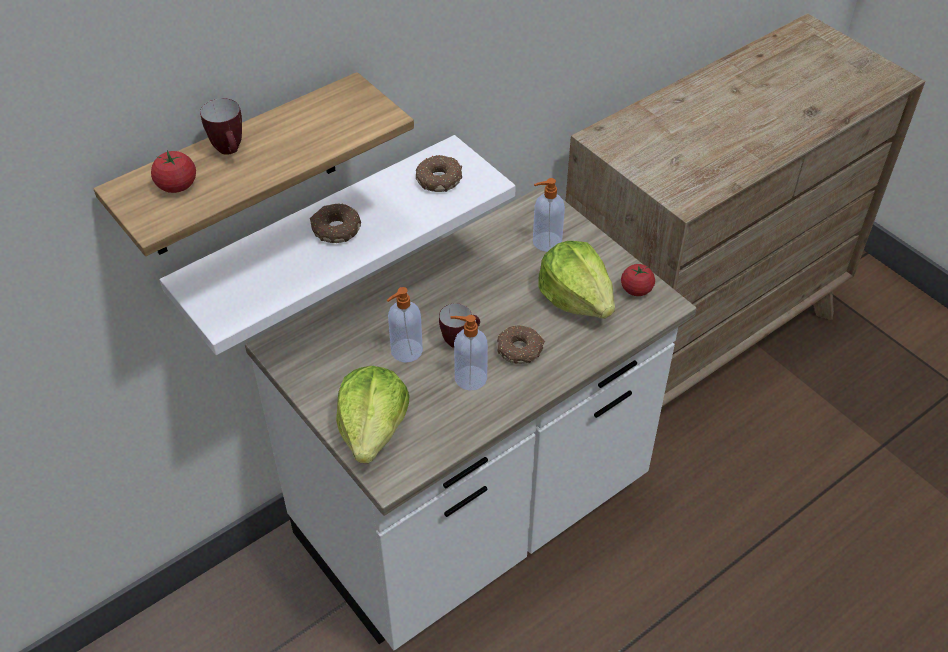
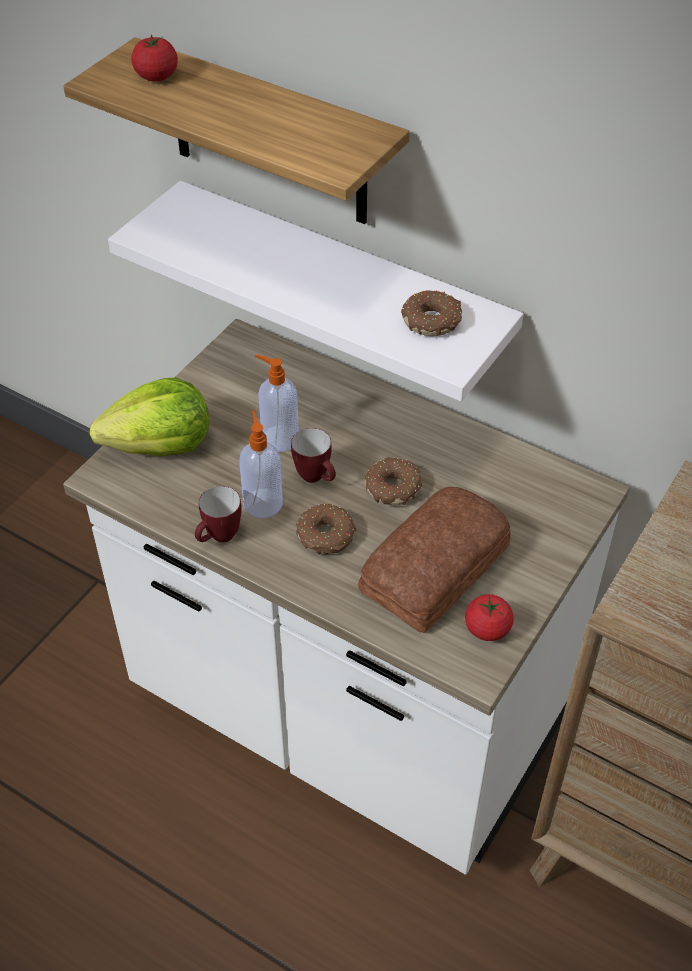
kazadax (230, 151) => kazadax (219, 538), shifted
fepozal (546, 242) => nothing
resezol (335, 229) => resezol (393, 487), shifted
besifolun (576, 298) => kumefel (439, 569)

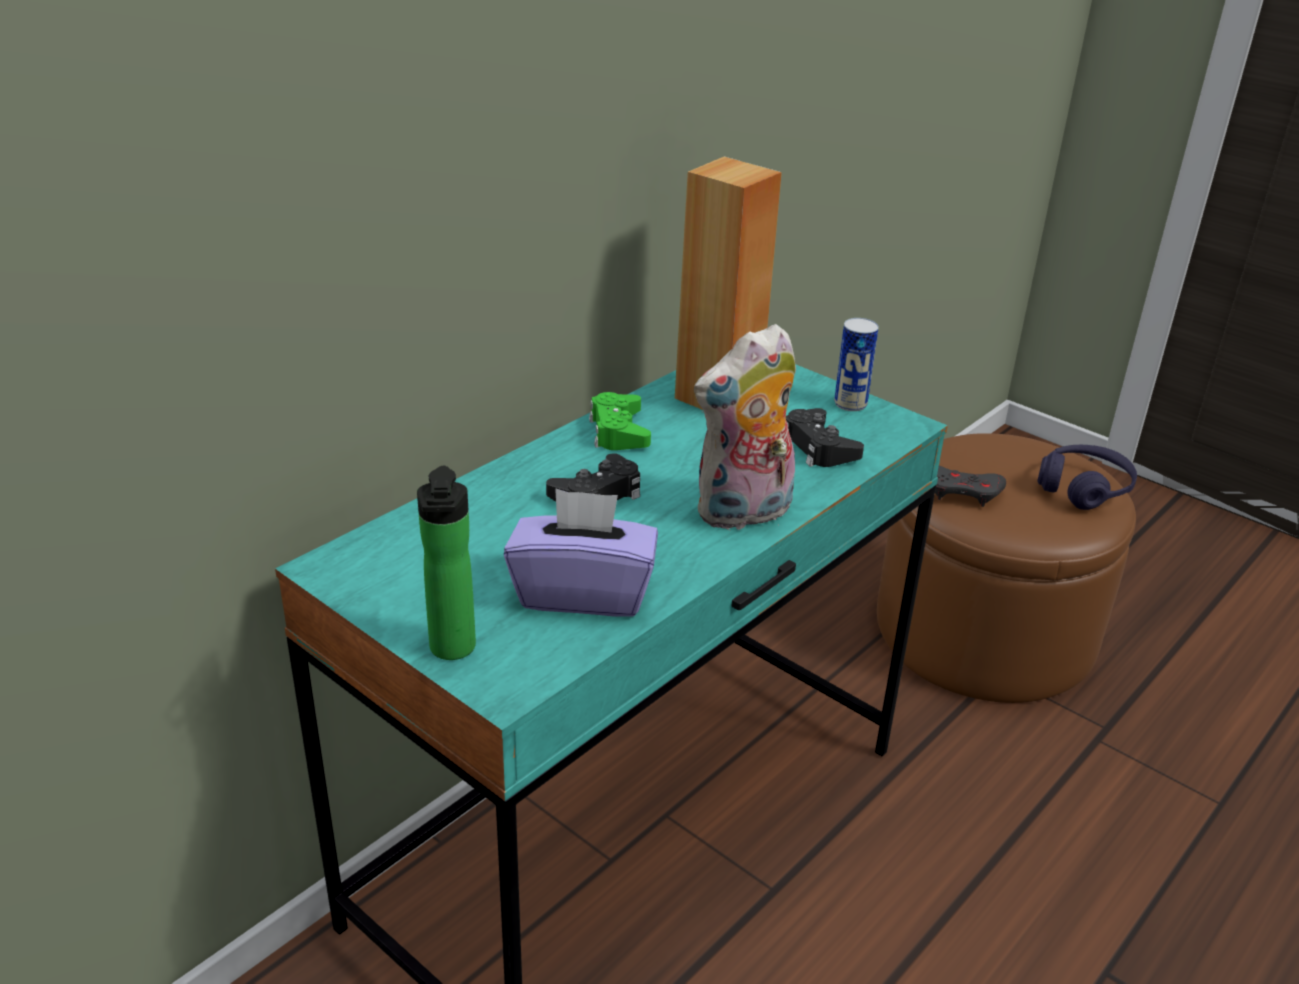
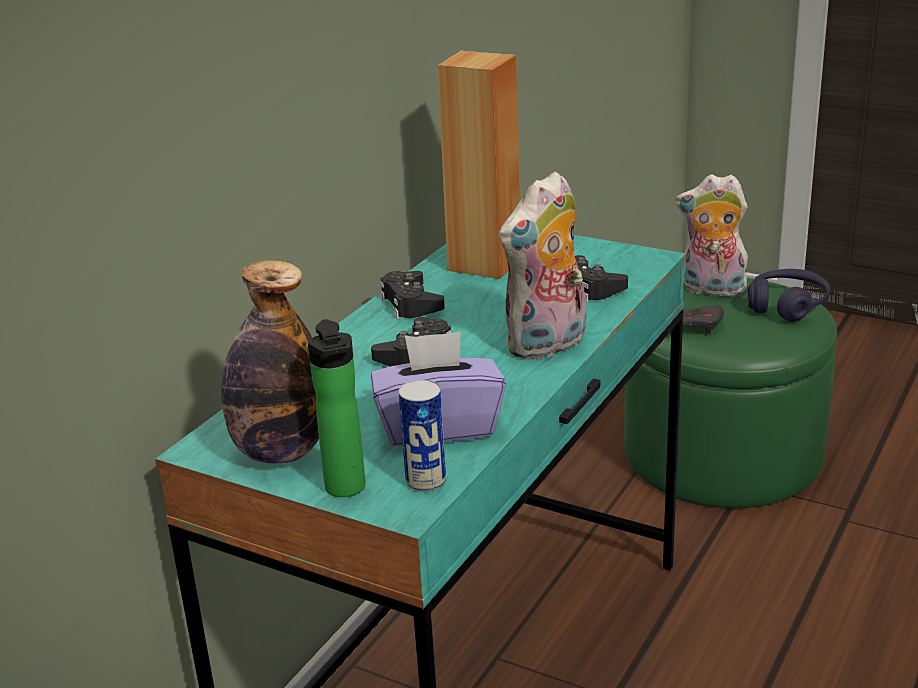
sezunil (850, 404) => sezunil (425, 481), shifted
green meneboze (618, 431) => black meneboze (411, 303)
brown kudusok (984, 631) => green kudusok (722, 453)
nothing => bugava (711, 290)
nothing => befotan (280, 451)

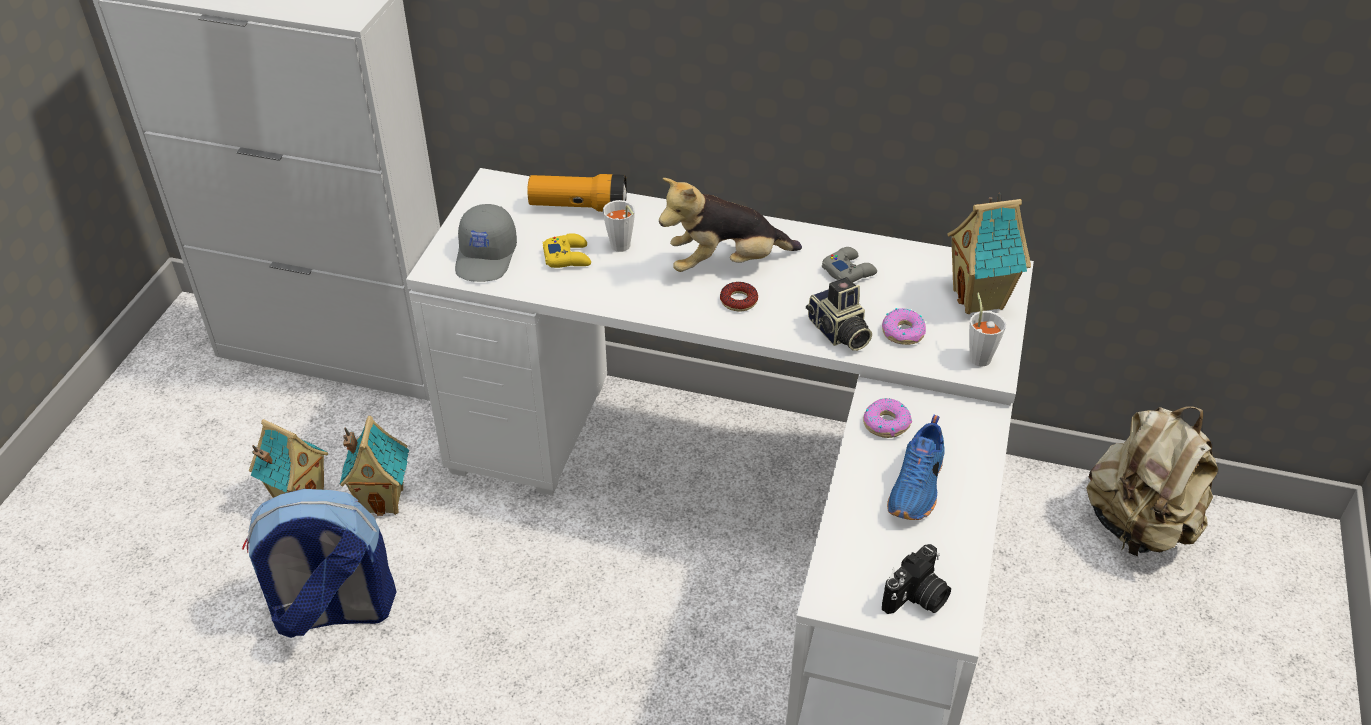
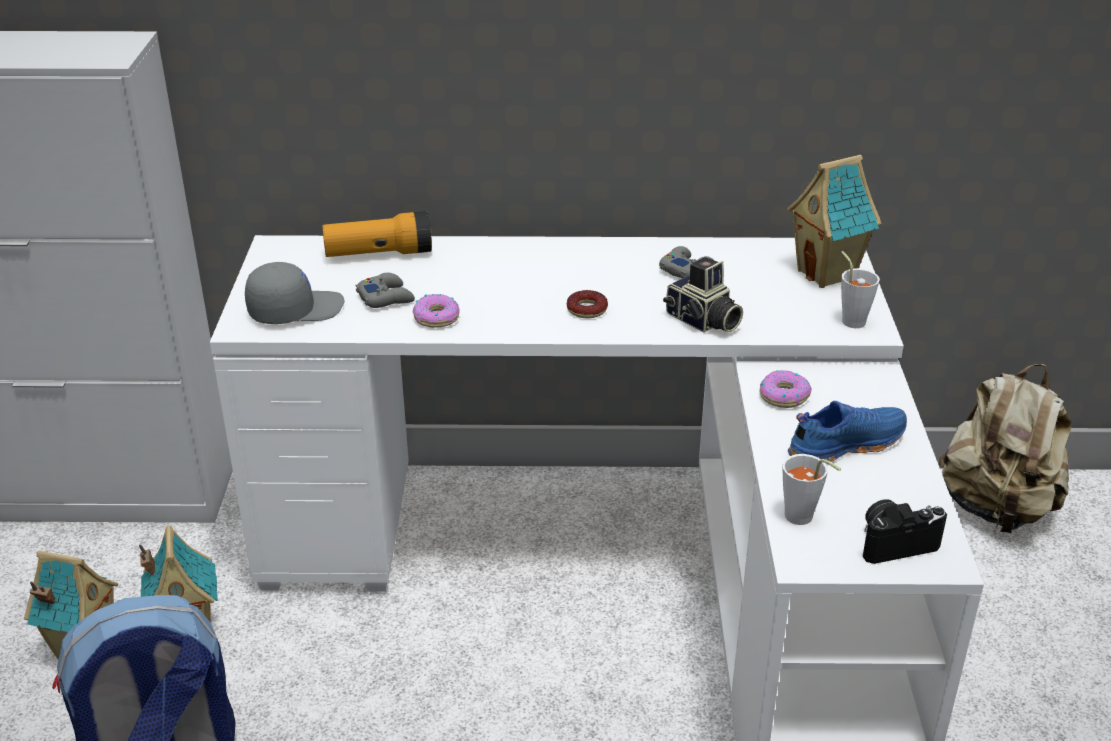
bugava (725, 264) => nothing
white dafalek (622, 248) => white dafalek (803, 519), shifted
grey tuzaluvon (487, 257) => grey tuzaluvon (295, 309), 105 degrees counterclockwise
yellow meneboze (567, 257) => grey meneboze (386, 297)
resezol (903, 332) => resezol (437, 317), shifted
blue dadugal (918, 487) => blue dadugal (844, 445), 120 degrees counterclockwise
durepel (917, 598) => durepel (894, 543), 135 degrees counterclockwise

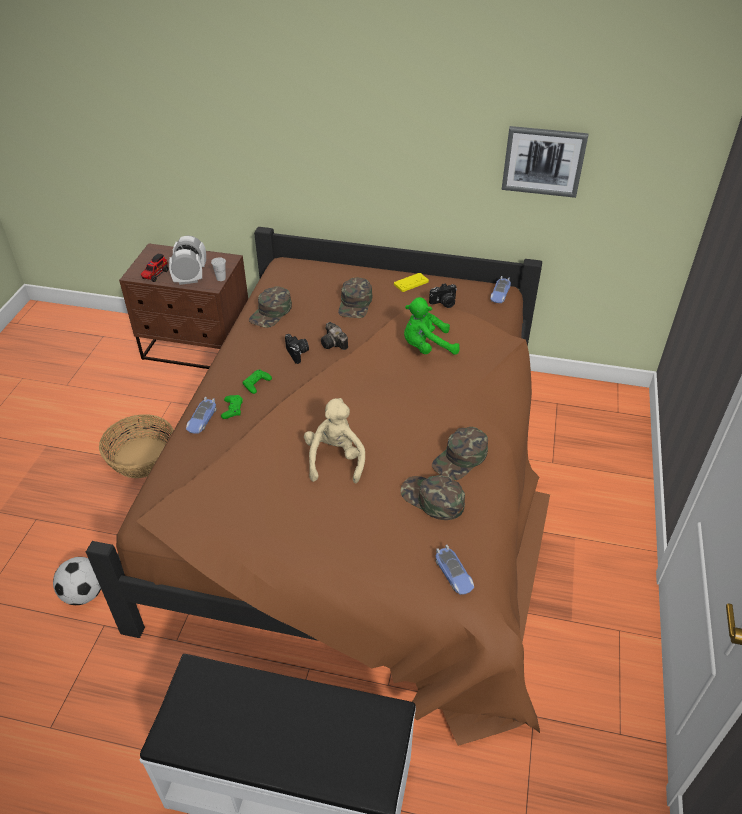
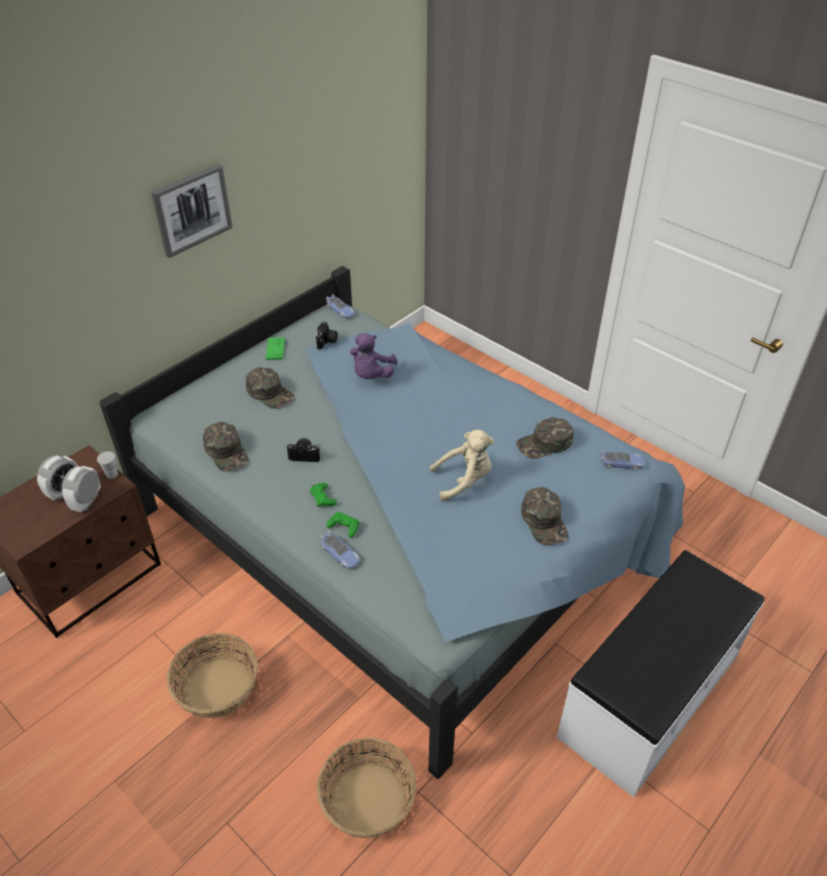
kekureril (543, 161) => kekureril (192, 209), shifted
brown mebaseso (364, 495) => blue mebaseso (403, 531)
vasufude (155, 275) => nothing
yellow meneboze (411, 283) => green meneboze (275, 349)
green bugava (426, 347) => purple bugava (372, 375)
durepel (334, 344) => nothing
beige bugava (335, 459) => beige bugava (464, 480), 135 degrees clockwise
green tuzaluvon (460, 459) => green tuzaluvon (544, 521), shifted
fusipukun (84, 594) => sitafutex (367, 800)

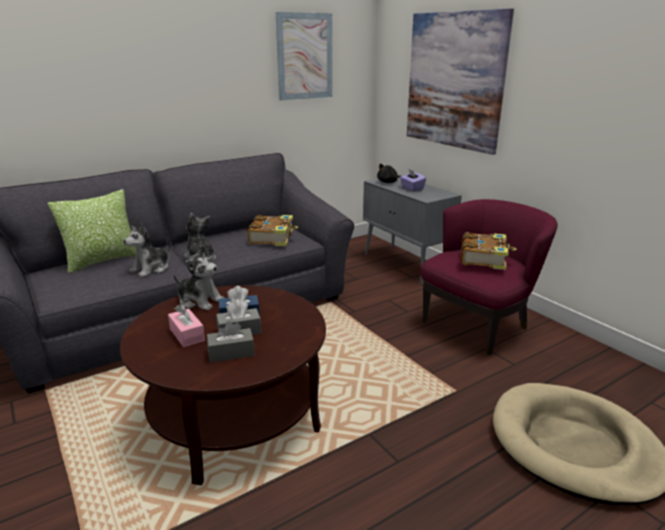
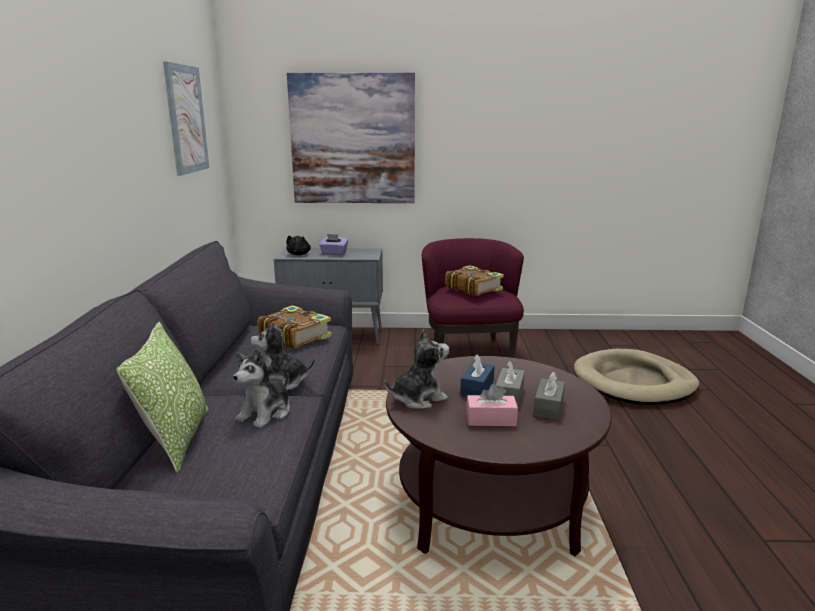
bugava (151, 269) => bugava (266, 413), 45 degrees clockwise

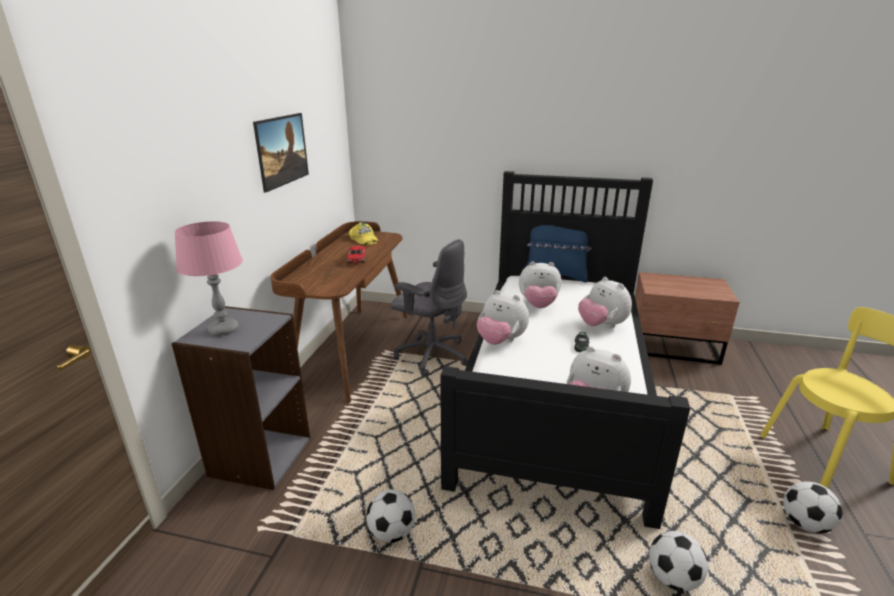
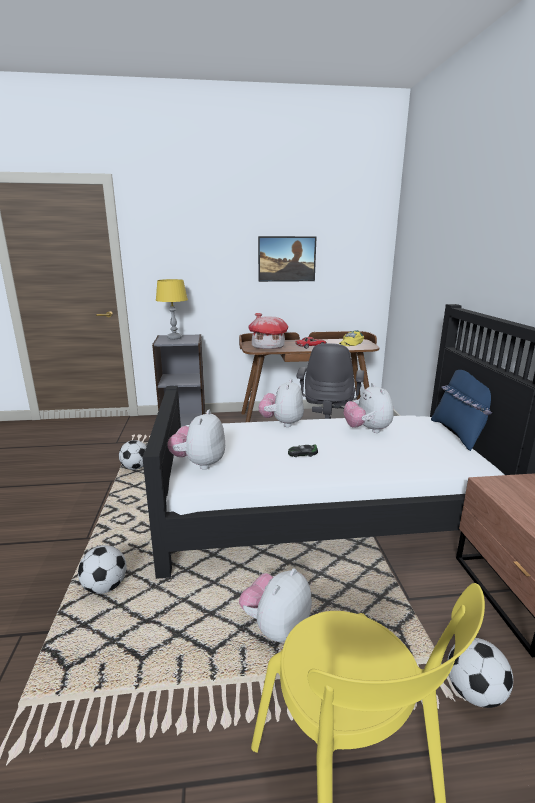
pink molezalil (224, 330) => yellow molezalil (174, 338)
bugava (601, 325) => bugava (276, 627), shifted
fusipukun (804, 524) => fusipukun (474, 692), shifted
nothing => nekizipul (267, 346)

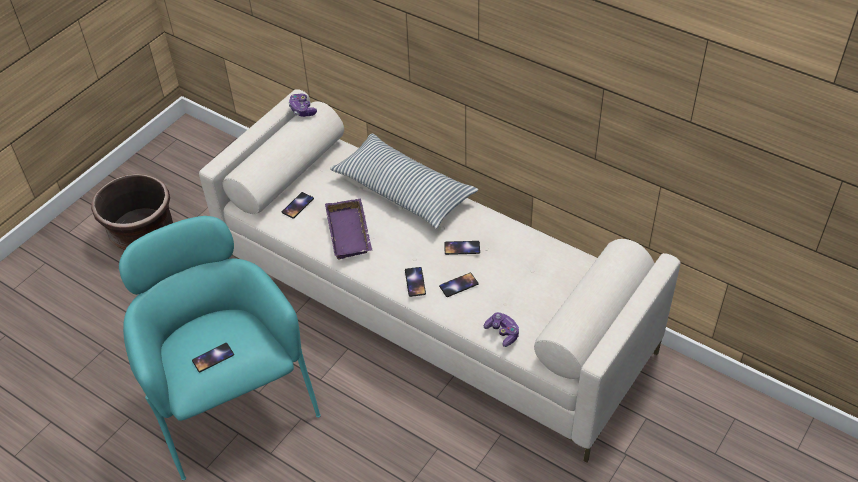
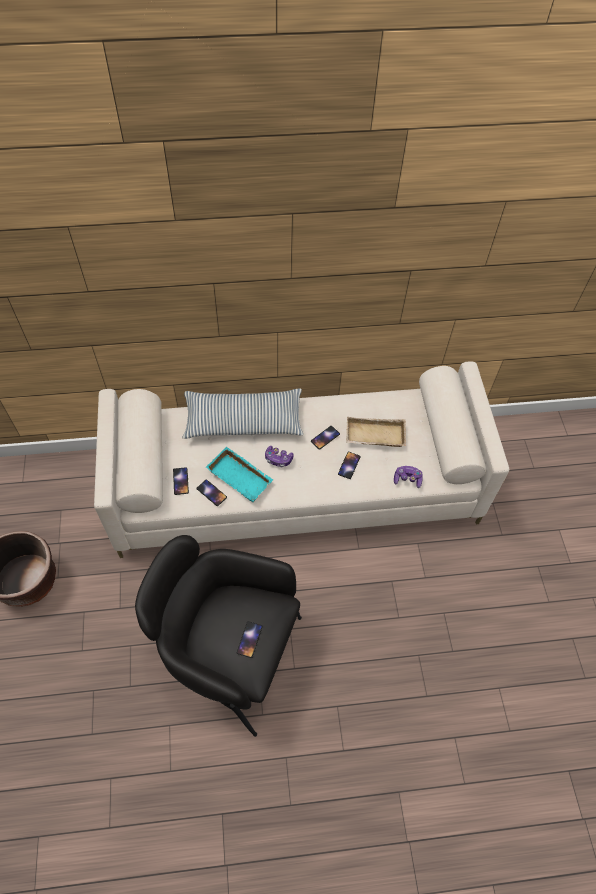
meneboze (302, 110) => meneboze (278, 459), shifted
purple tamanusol (351, 233) => turquoise tamanusol (241, 476)
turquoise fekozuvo (230, 401) => black fekozuvo (230, 655)
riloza (415, 282) => riloza (211, 493), shifted
nothing => beige tamanusol (374, 436)

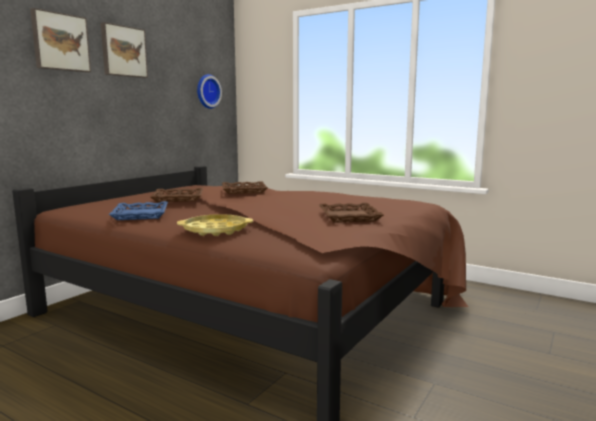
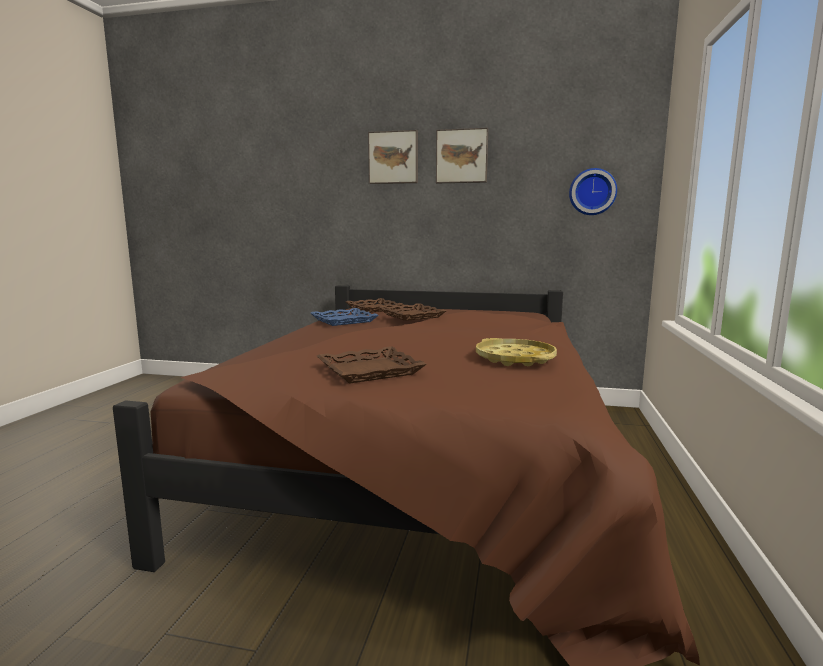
brown tamanusol (244, 191) => brown tamanusol (373, 309), shifted
yellow tamanusol (215, 230) => yellow tamanusol (515, 359), shifted

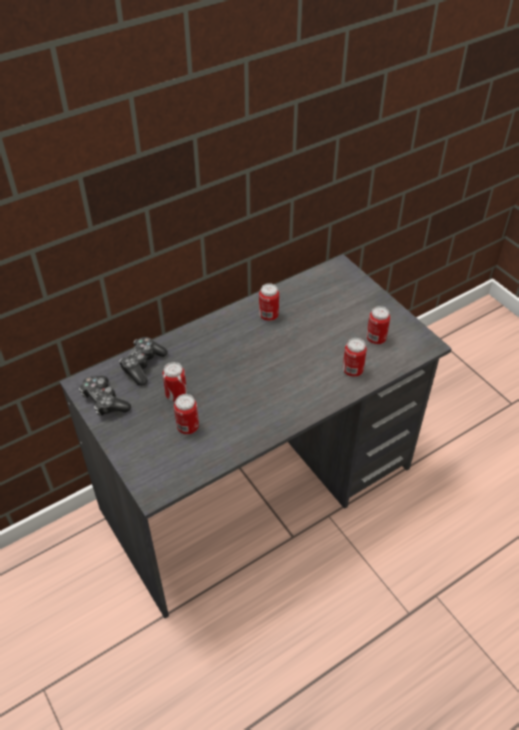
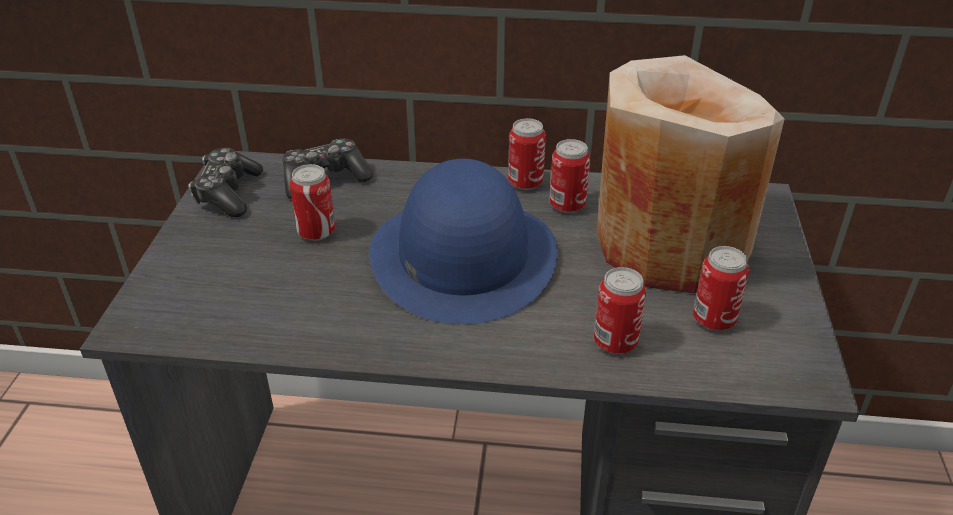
sezunil (187, 427) => sezunil (525, 183), shifted
nothing => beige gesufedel (670, 244)
nothing => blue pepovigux (463, 255)

